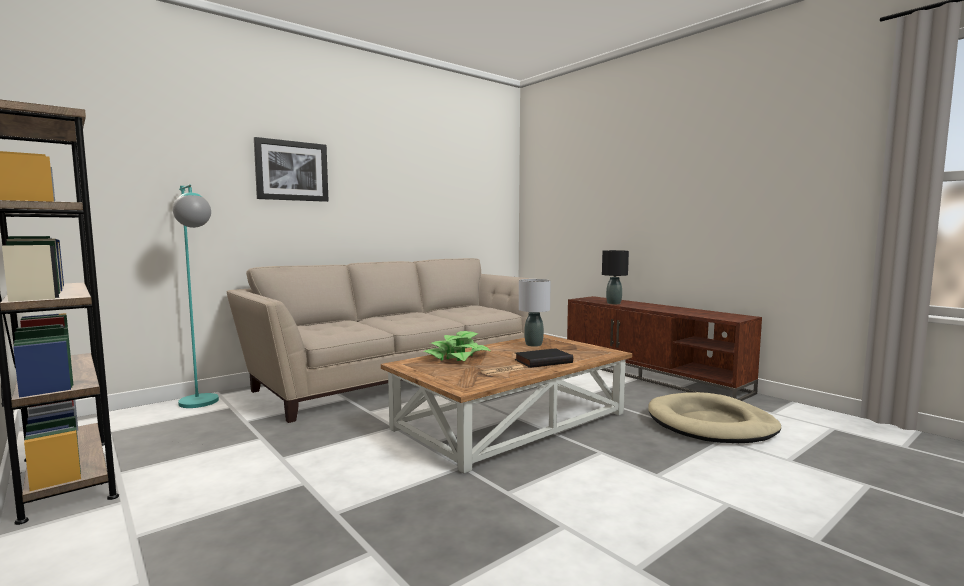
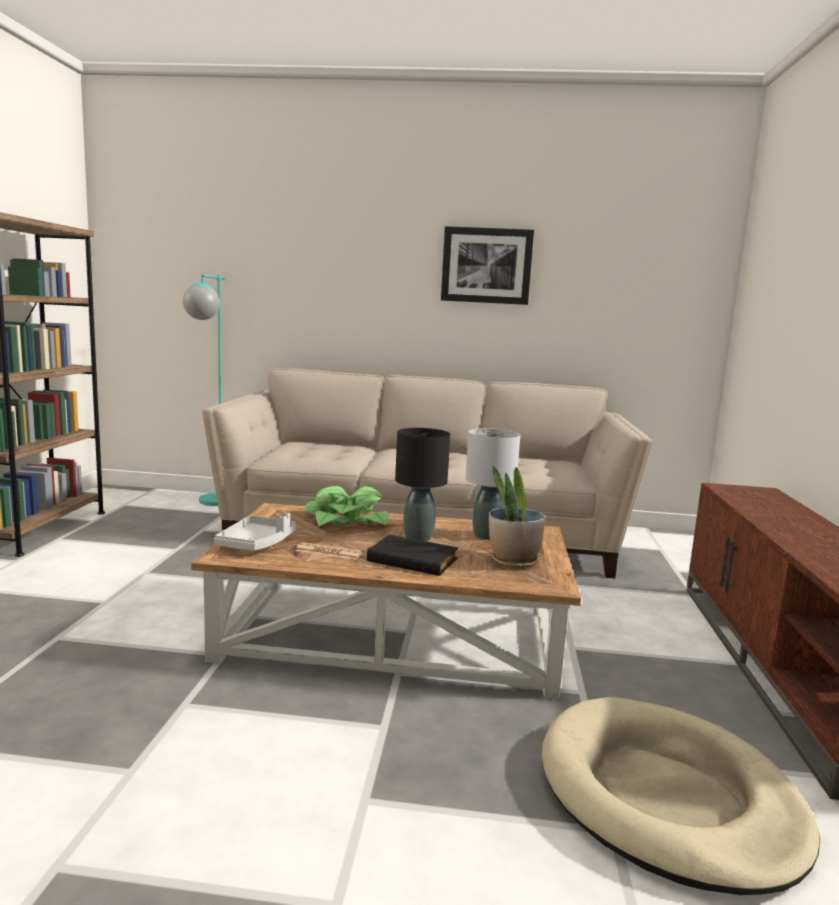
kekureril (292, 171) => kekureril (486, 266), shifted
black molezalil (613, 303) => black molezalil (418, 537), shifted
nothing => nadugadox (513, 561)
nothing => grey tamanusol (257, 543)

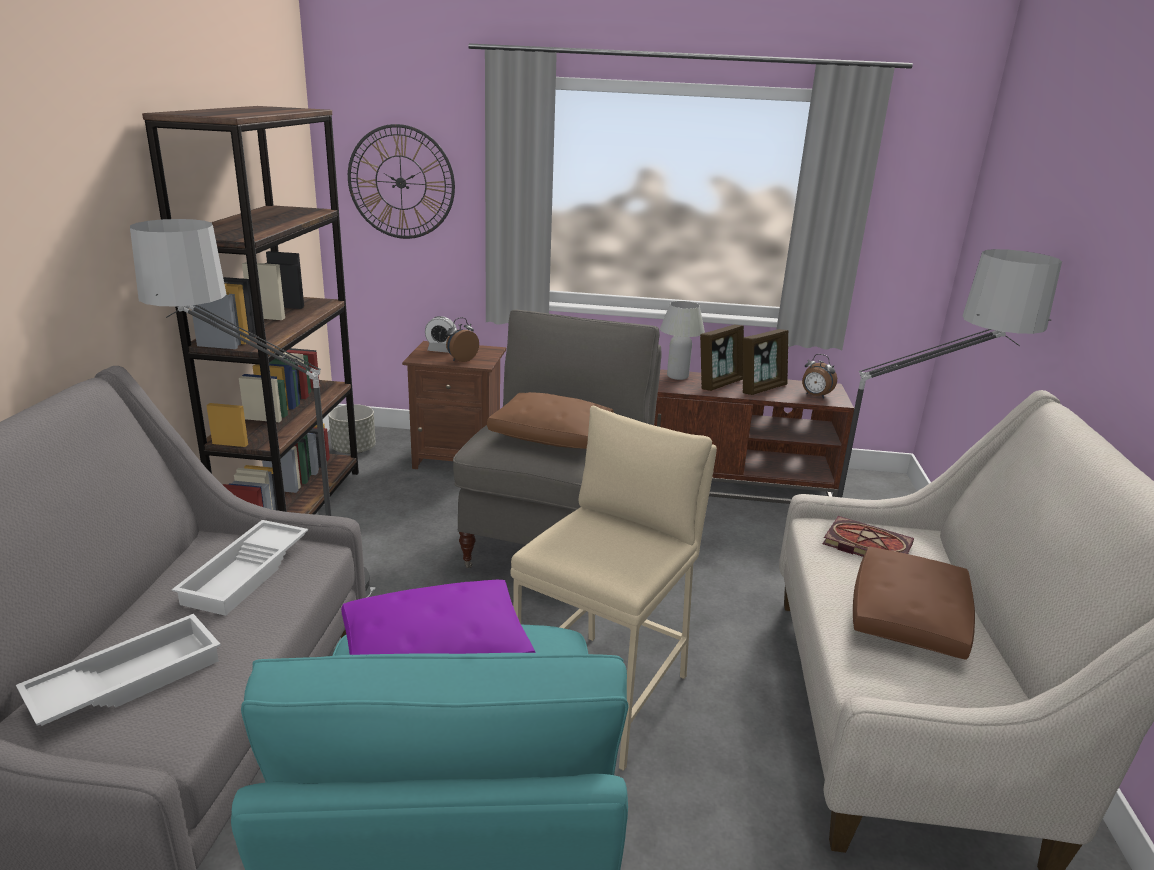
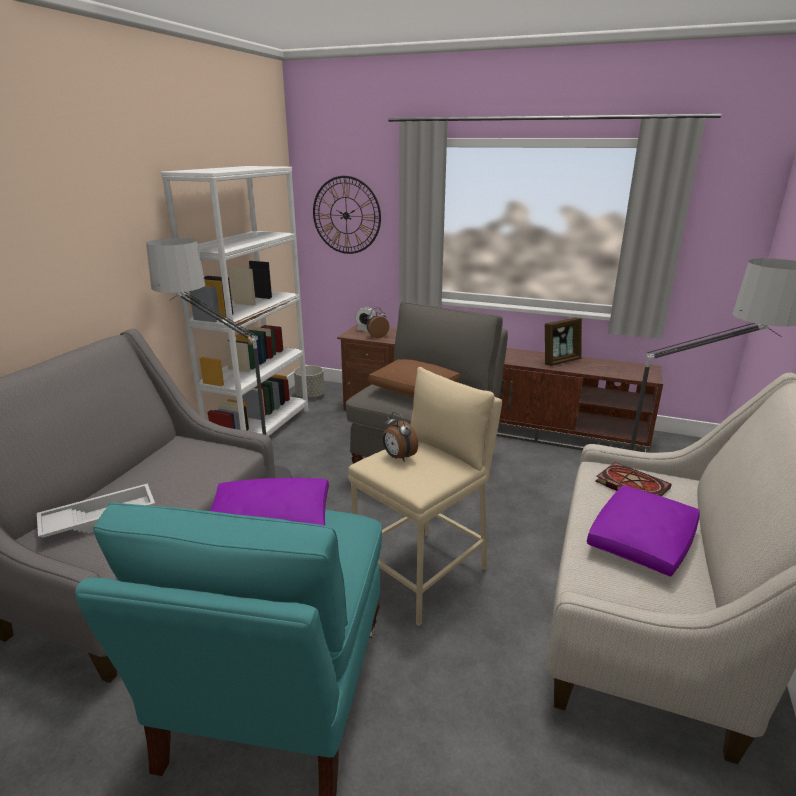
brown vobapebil (293, 507) => white vobapebil (260, 429)
white molezalil (677, 376) => nothing
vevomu (762, 388) => nothing
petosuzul (815, 396) => petosuzul (398, 457), shifted
white tamanusol (247, 574) => nothing
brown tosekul (908, 618) => purple tosekul (641, 542)

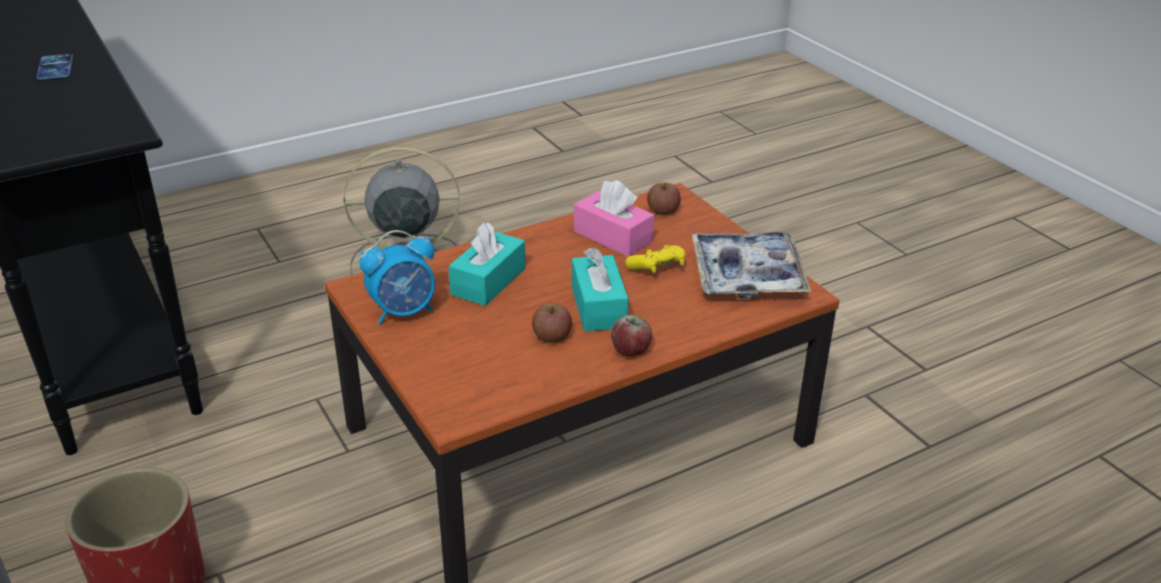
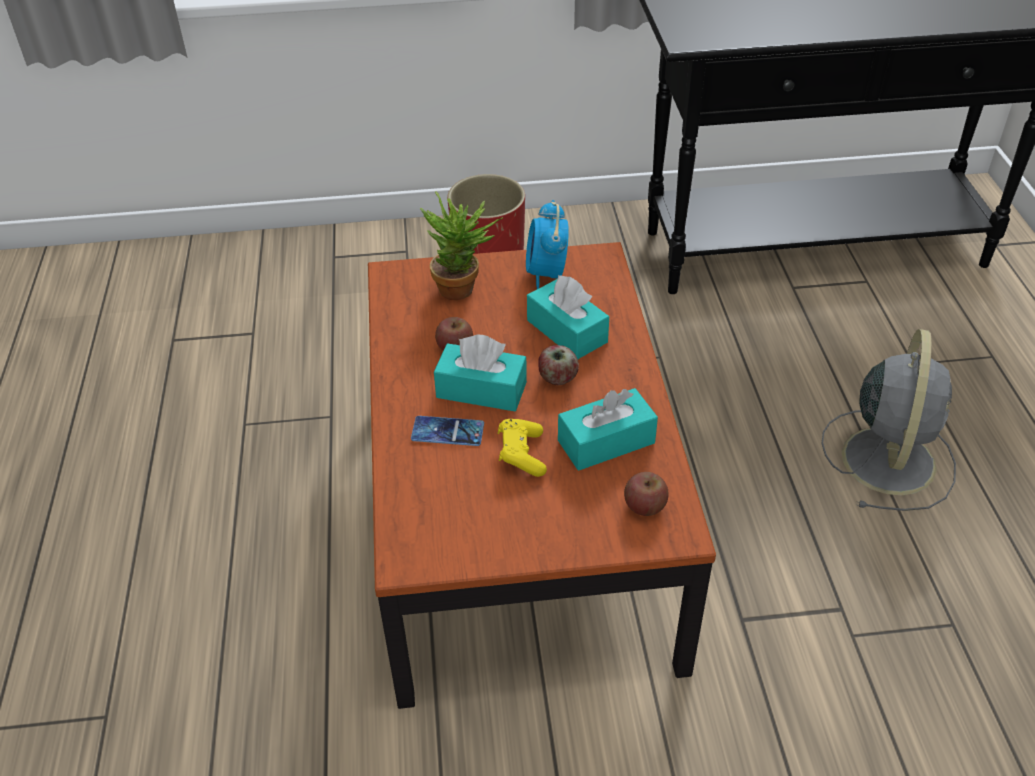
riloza (55, 67) => riloza (447, 431), shifted
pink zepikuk (612, 236) => turquoise zepikuk (606, 442)
tamanusol (747, 275) => nothing
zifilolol (631, 350) => zifilolol (557, 379), shifted
nothing => nadugadox (463, 289)

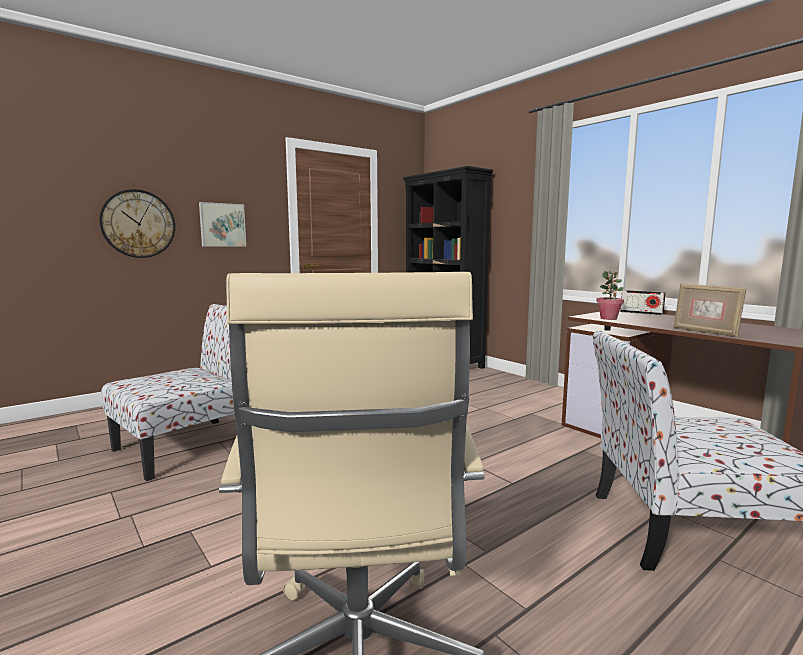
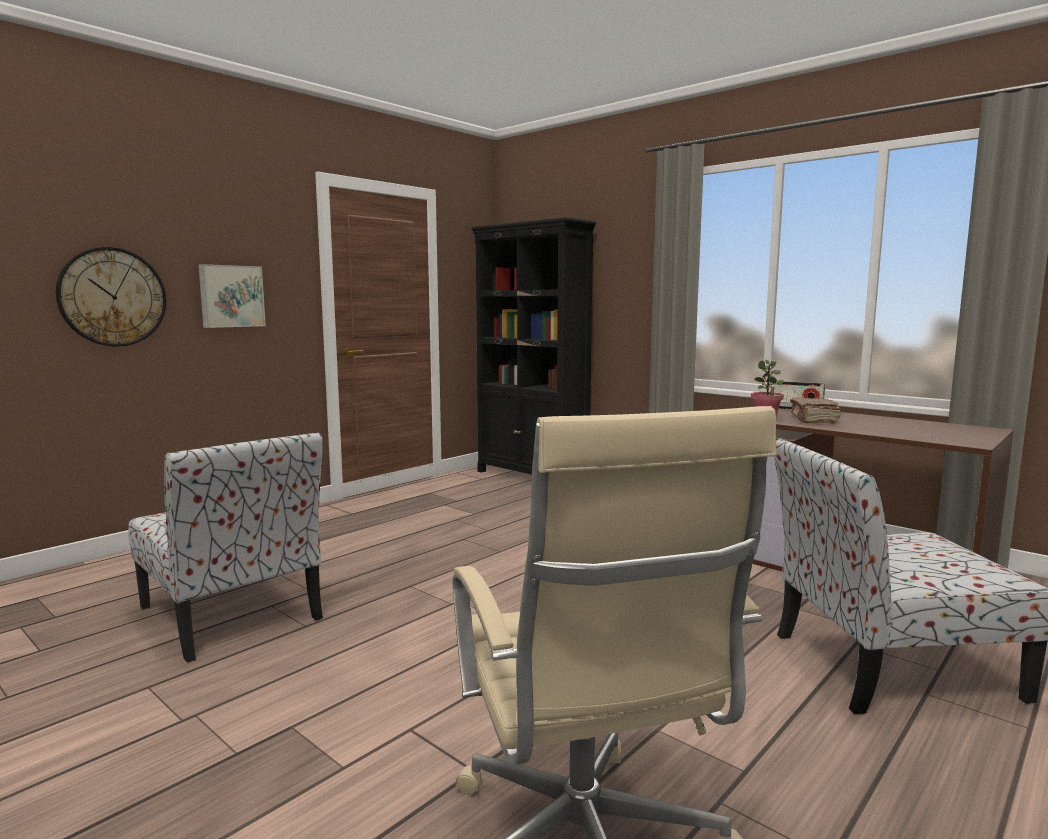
vevomu (705, 332) => nothing
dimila (190, 446) => dimila (232, 614), 105 degrees clockwise
nothing => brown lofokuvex (813, 419)

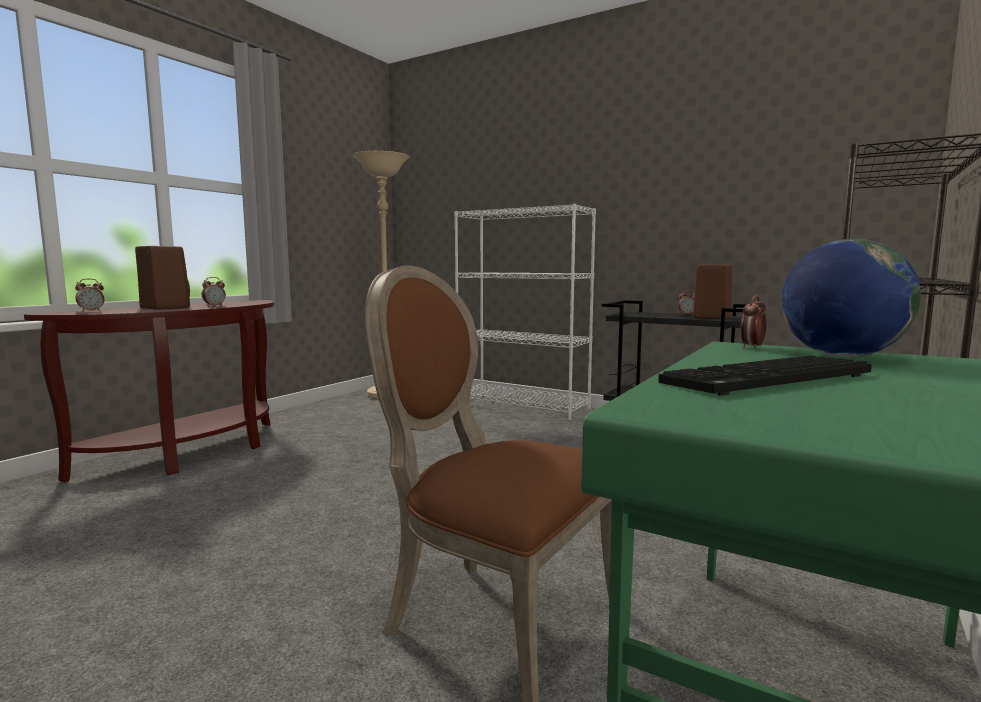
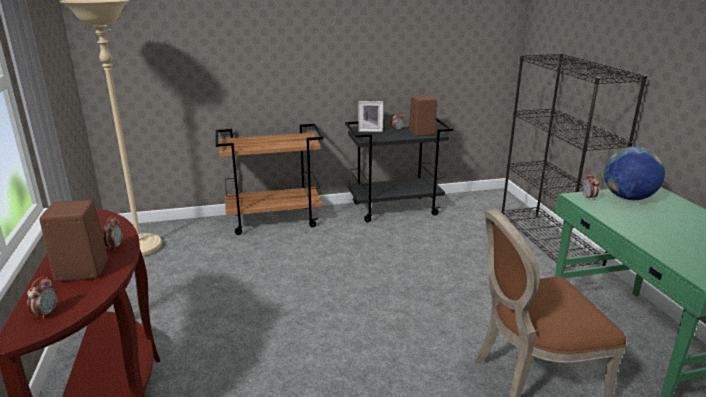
white vobapebil (522, 405) => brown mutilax (274, 220)
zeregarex (769, 379) => nothing
nothing => vevomu (370, 130)

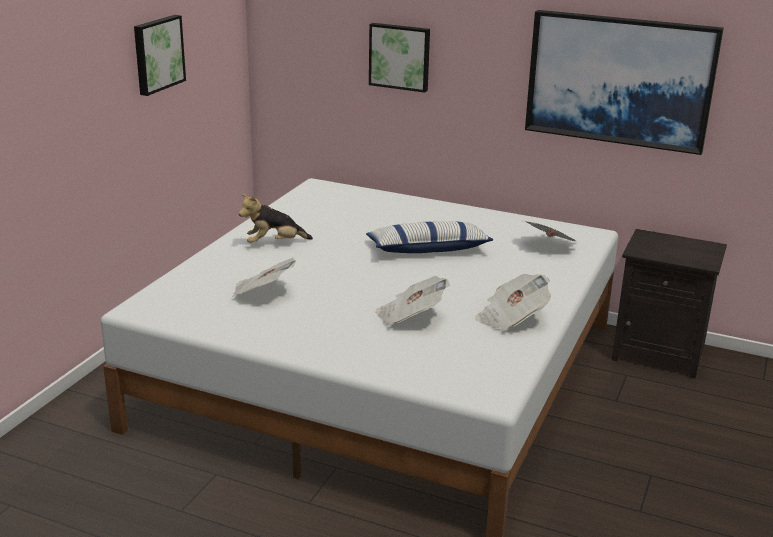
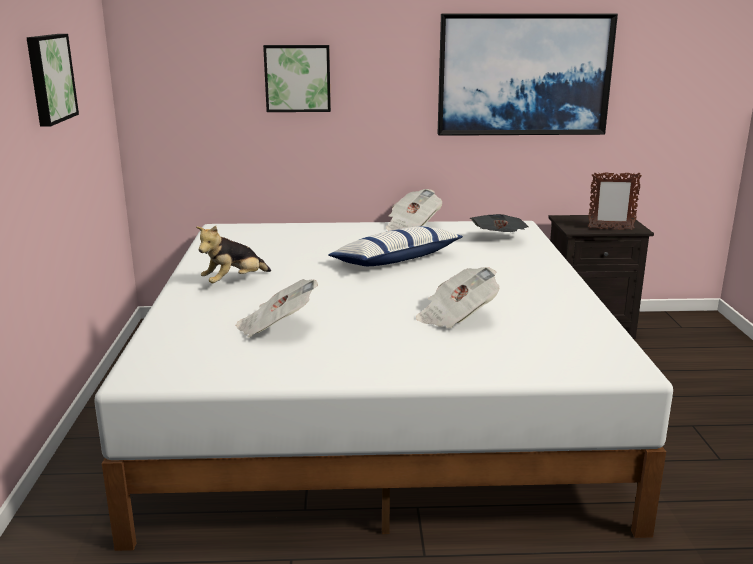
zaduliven (511, 318) => zaduliven (411, 226), shifted
nothing => vevomu (610, 229)

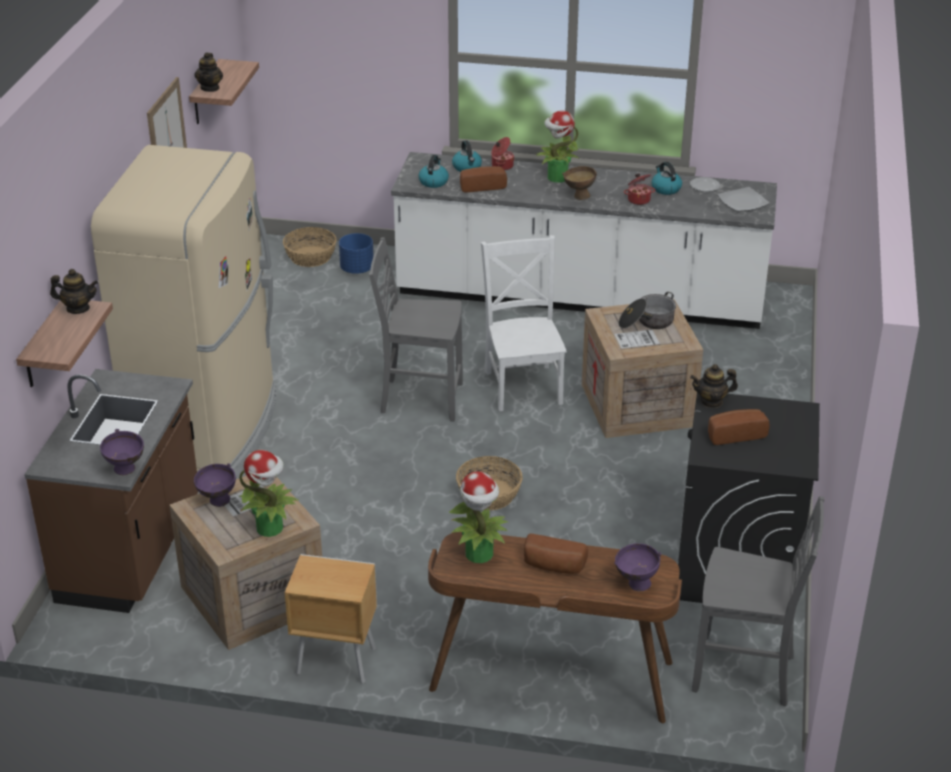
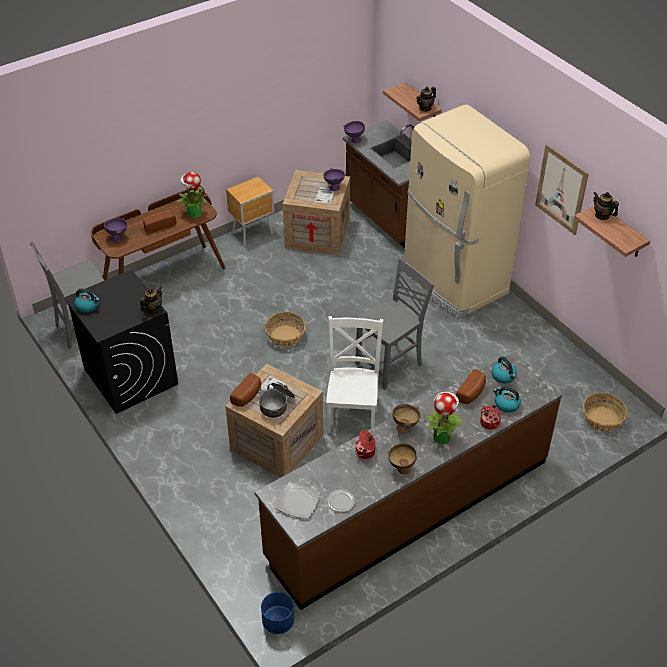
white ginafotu (579, 298) => brown ginafotu (409, 508)
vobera (665, 189) => vobera (88, 306), shifted
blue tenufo (357, 269) => blue tenufo (278, 621), shifted
white dimila (523, 385) => white dimila (353, 412), 120 degrees counterclockwise
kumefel (734, 434) => kumefel (248, 396), shifted
nadugadox (270, 528) => nothing
nothing => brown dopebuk (401, 468)

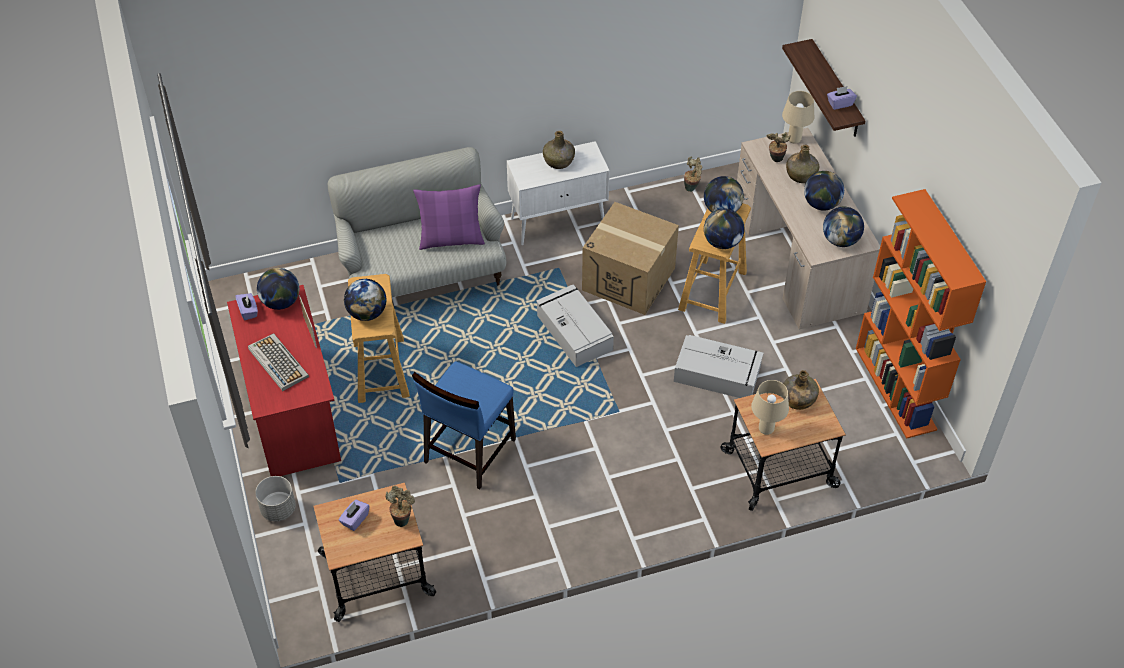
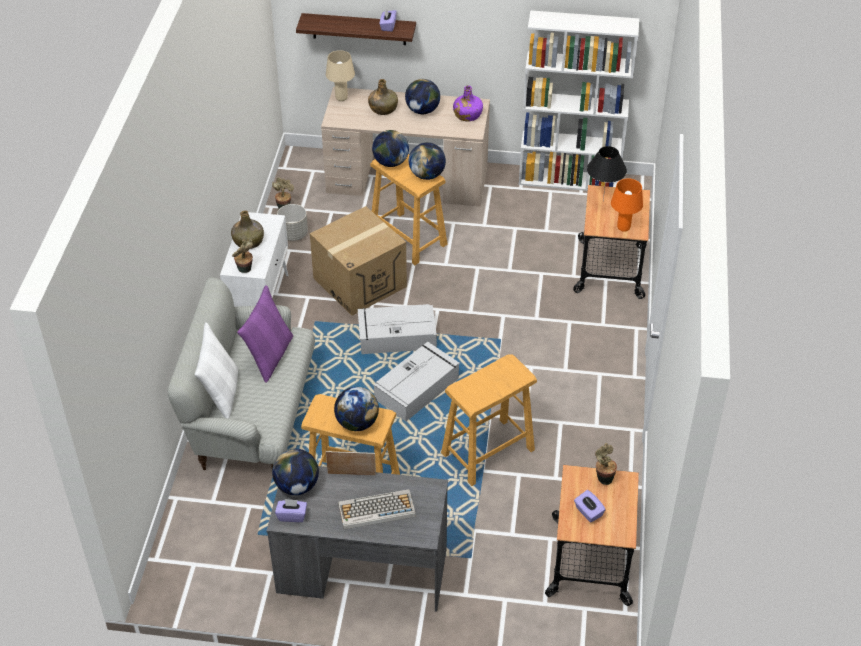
nadugadox (775, 159) => nadugadox (245, 270), shifted
orange vobapebil (896, 388) => white vobapebil (569, 179)
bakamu (840, 240) => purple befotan (467, 115)
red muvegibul (292, 411) => grey muvegibul (362, 571)
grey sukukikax (718, 374) => grey sukukikax (418, 388), shifted
blue dimila (468, 451) => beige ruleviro (487, 451)
green befotan (797, 399) => black molezalil (603, 201)
beige molezalil (765, 429) => orange molezalil (623, 228)
grey tenufo (278, 509) => grey tenufo (293, 234), shifted
nothing => white tosekul (221, 393)

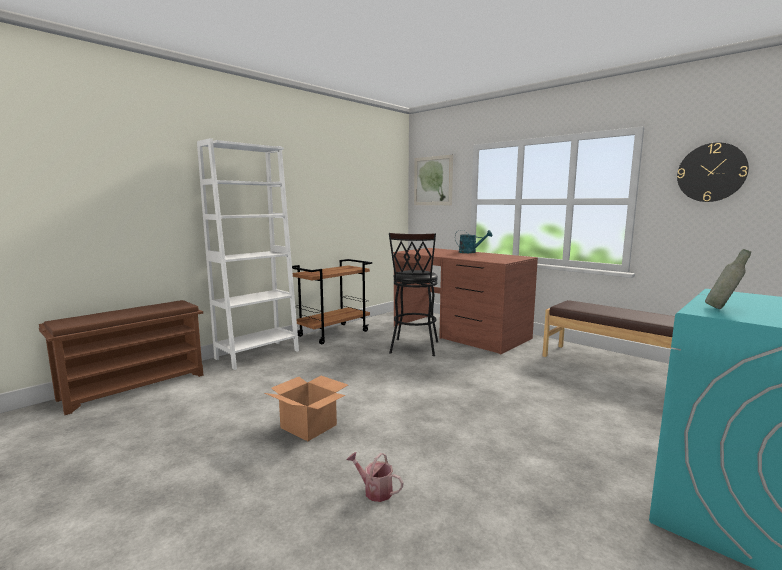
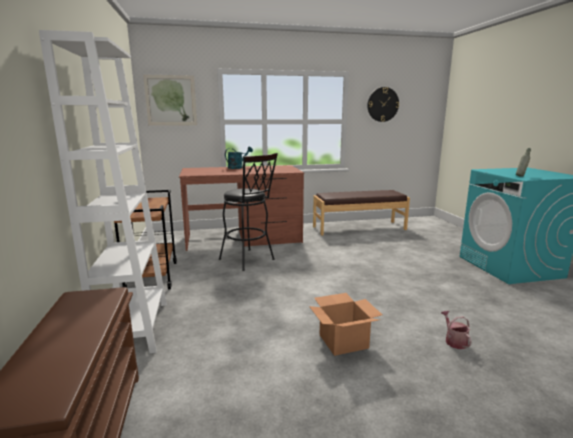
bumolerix (374, 490) => bumolerix (454, 341), 105 degrees clockwise

